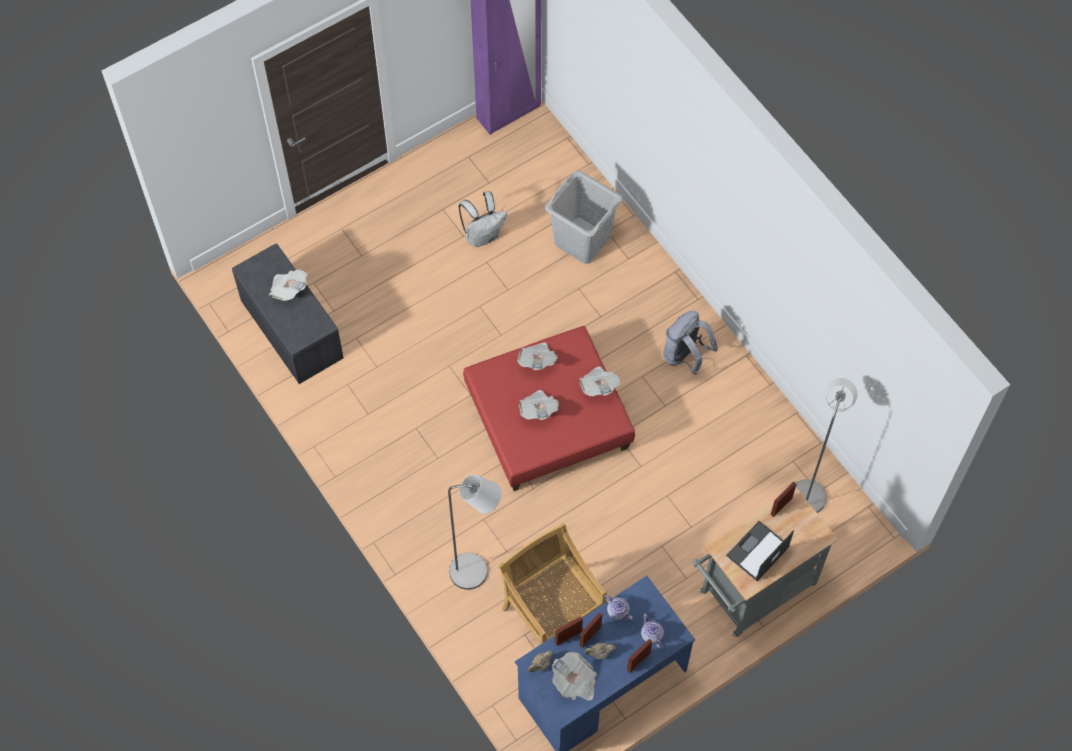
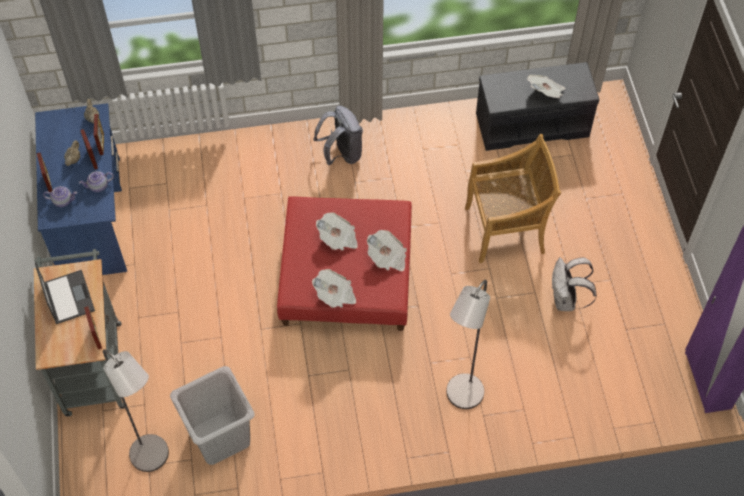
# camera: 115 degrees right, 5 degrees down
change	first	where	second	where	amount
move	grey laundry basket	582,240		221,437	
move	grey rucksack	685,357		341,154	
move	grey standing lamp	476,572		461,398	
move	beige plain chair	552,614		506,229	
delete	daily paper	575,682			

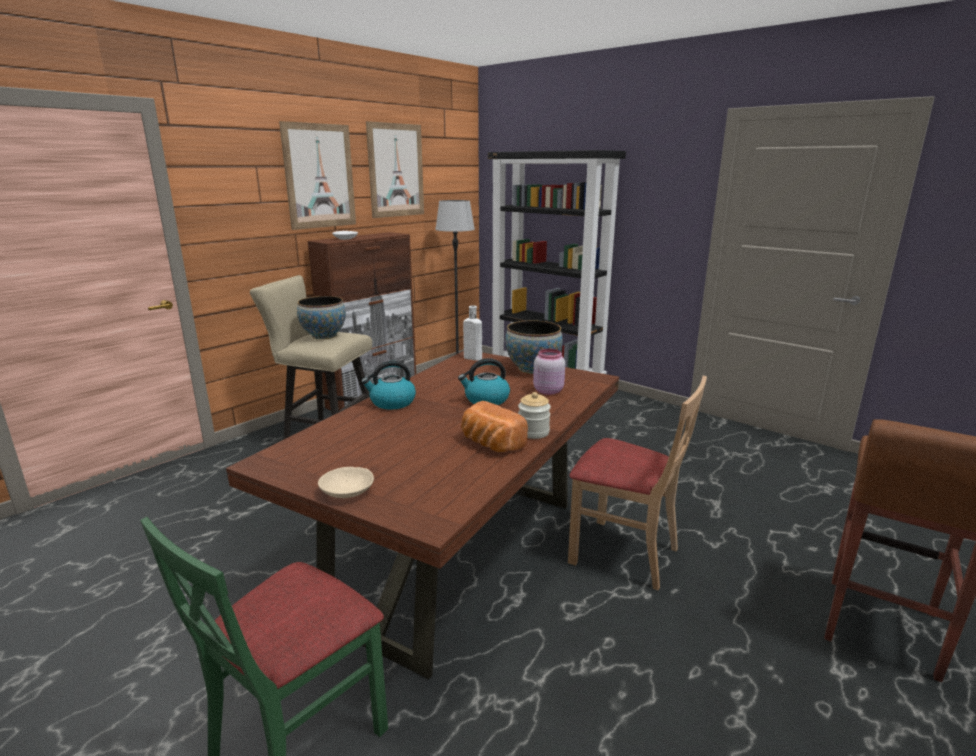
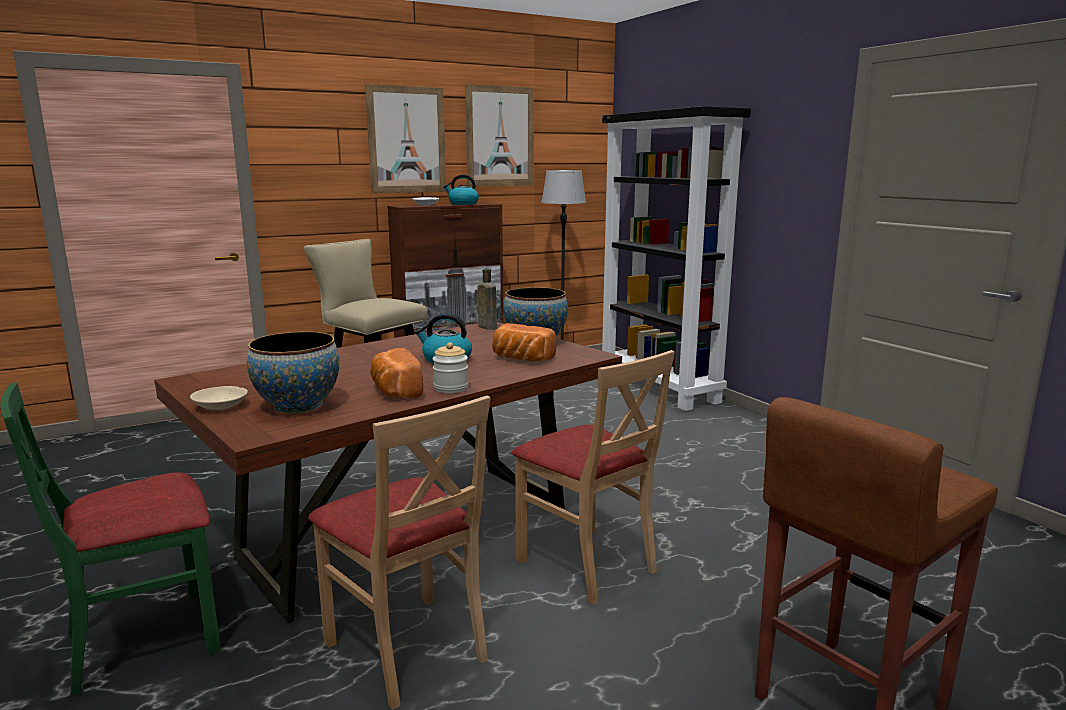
# camera: 20 degrees right, 5 degrees down
change	first	where	second	where	amount
move	serving bowl	324,336		298,406	
insert			beige plain chair	407,648	
move	water kettle	392,402		463,204	
recolor	whitish drink bottle	471,358	brown-coloured drink bottle	486,327	
replace	pink jar	547,391	baked bread	521,359	

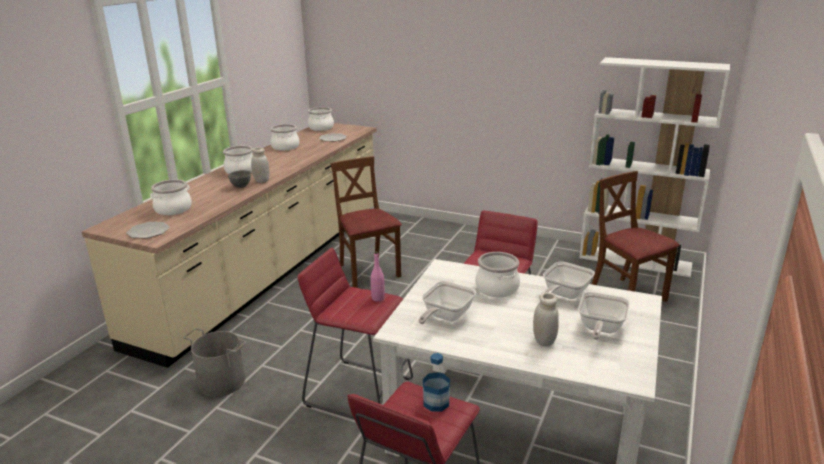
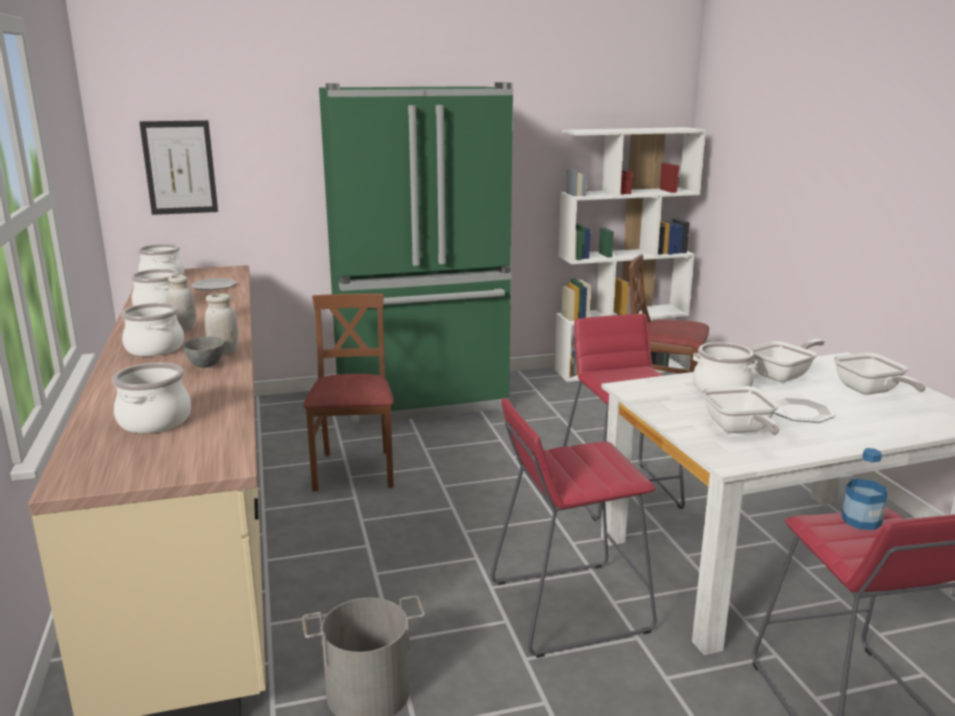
# camera: 40 degrees left, 5 degrees down
change	first	where	second	where	amount
insert			picture	180,167	
move	whitish jar	544,341		184,329	
rotate	brown-coloured plain chair	368,271		355,470	60 degrees clockwise
insert			greenish fridge	423,401	
rotate	skillet	564,294		784,375	120 degrees counterclockwise
move	plate	148,231		800,412	
delete	pink drink bottle	378,298			

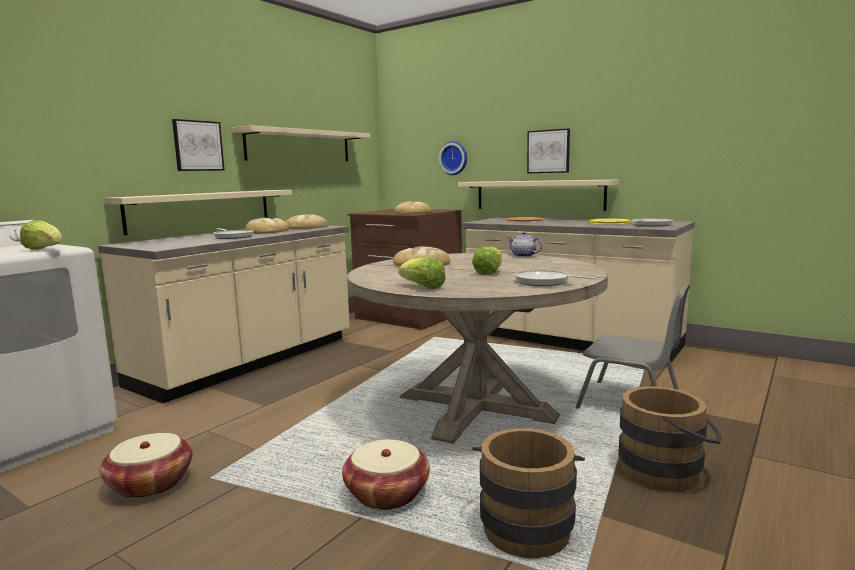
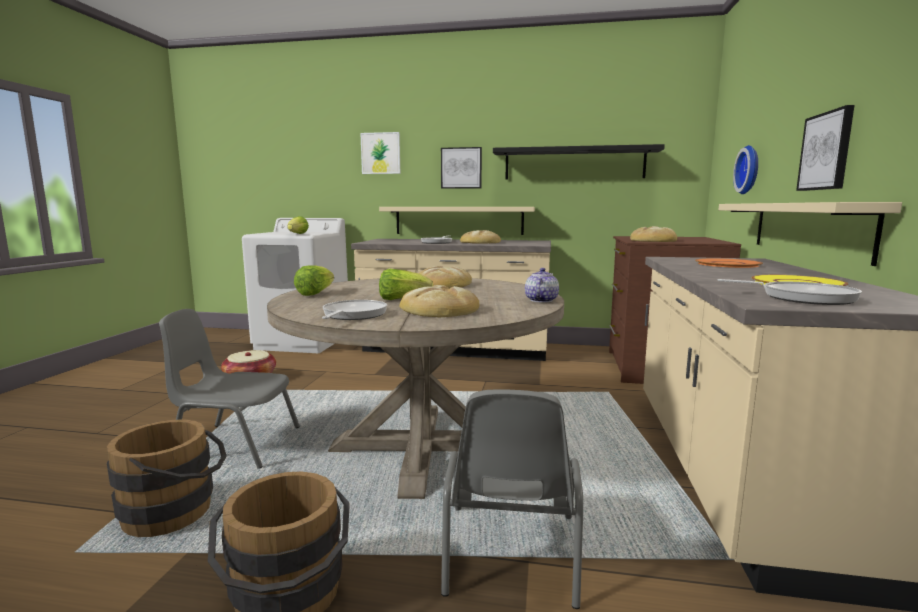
# camera: 65 degrees right, 0 degrees up
change	first	where	second	where	amount
replace	storage basket	387,494	grey plain chair	235,444	
insert			picture	380,153	
move	baked bread	307,227		439,309	
recolor	beige wall shelf	300,146	blackish wall shelf	574,164	

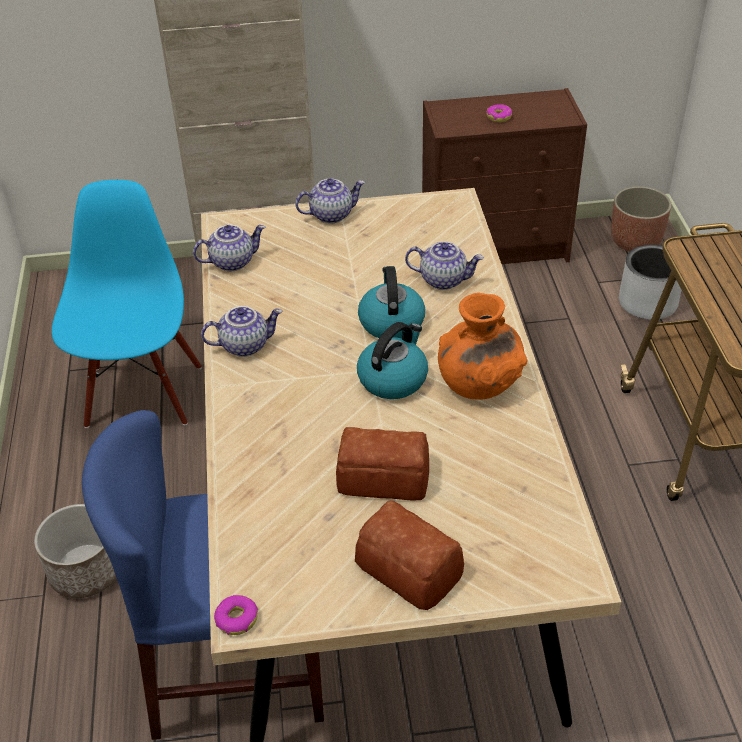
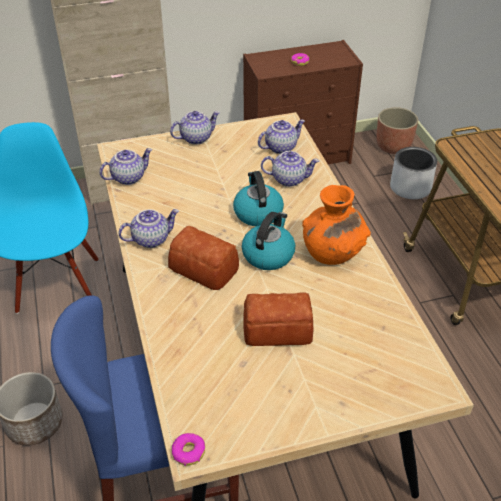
# camera: 10 degrees left, 0 degrees up
change	first	where	second	where	amount
move	baked bread	408,565		203,267	
insert			tea pot	280,147	

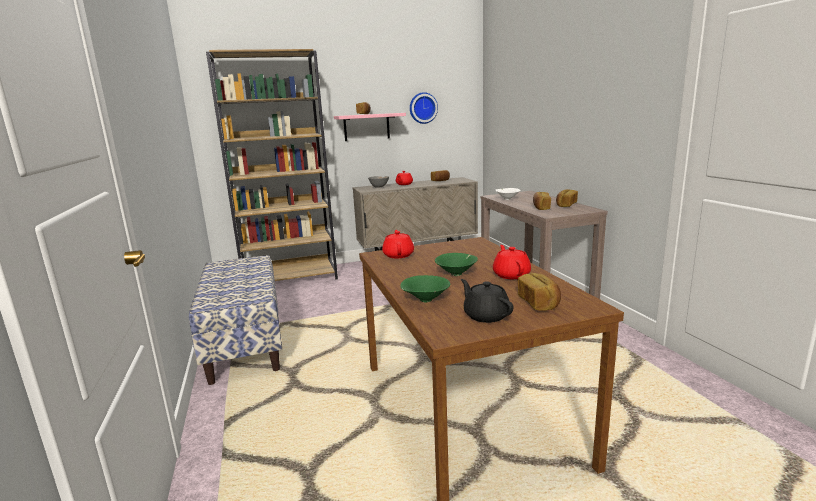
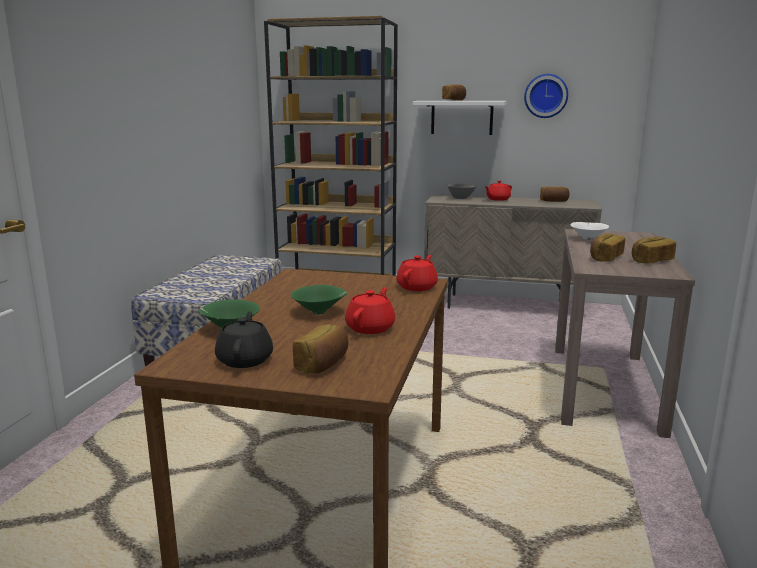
# camera: 30 degrees right, 0 degrees up
change	first	where	second	where	amount
move	red-coloured tea pot	398,255		417,287	
recolor	pink wall shelf	366,127	whitish wall shelf	462,117	

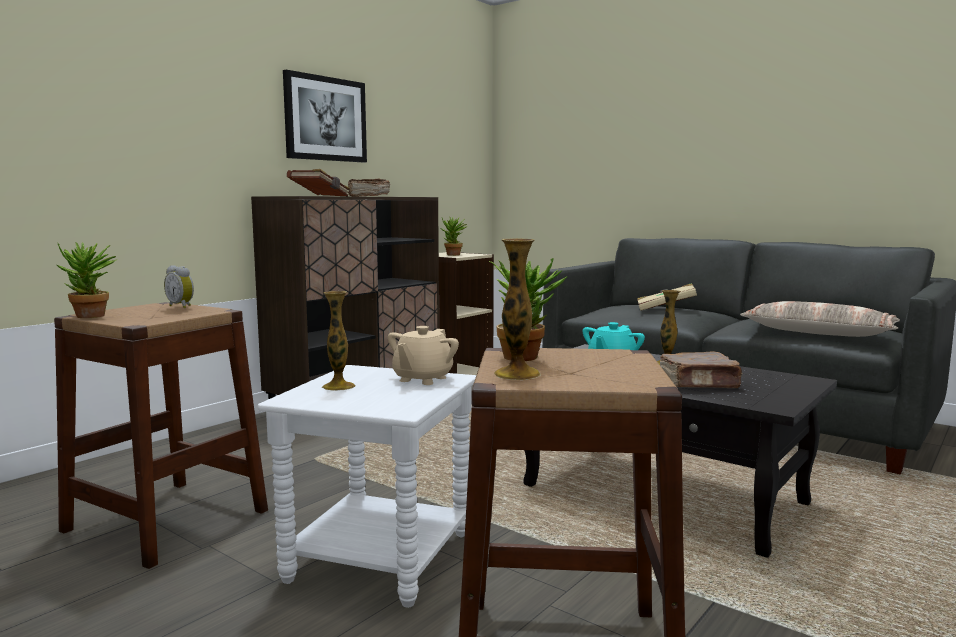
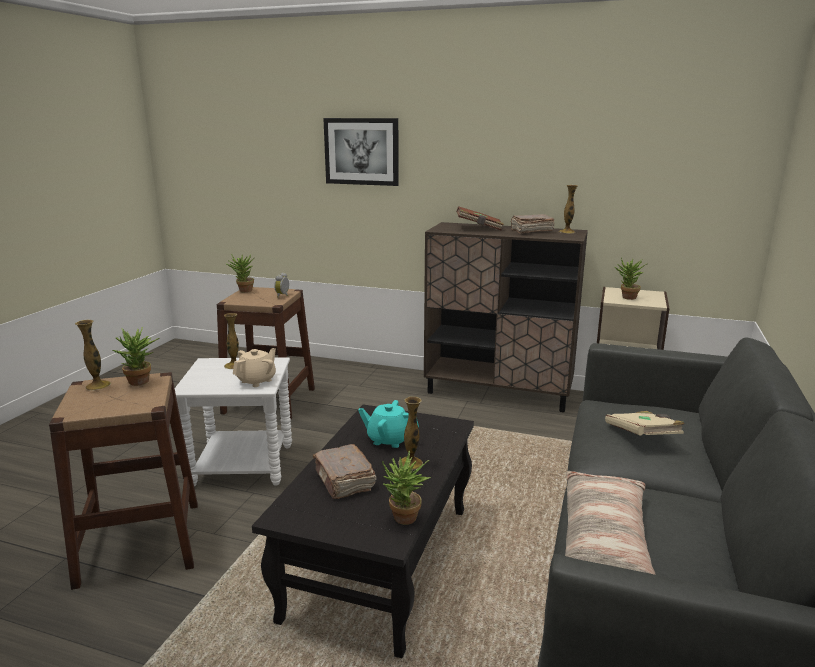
# camera: 70 degrees right, 10 degrees up
change	first	where	second	where	amount
rotate	beige tea pot	422,379		257,381	120 degrees clockwise
move	picture	325,119		361,151	
insert			potted plant	404,521	
insert			vase	566,232	

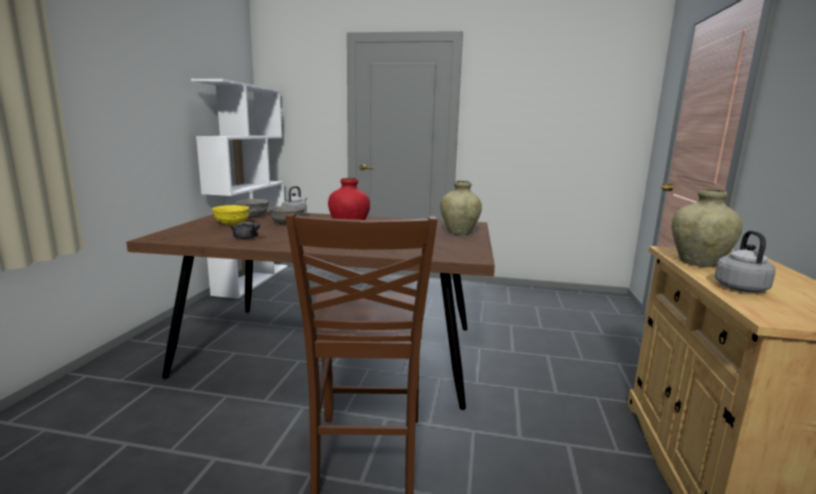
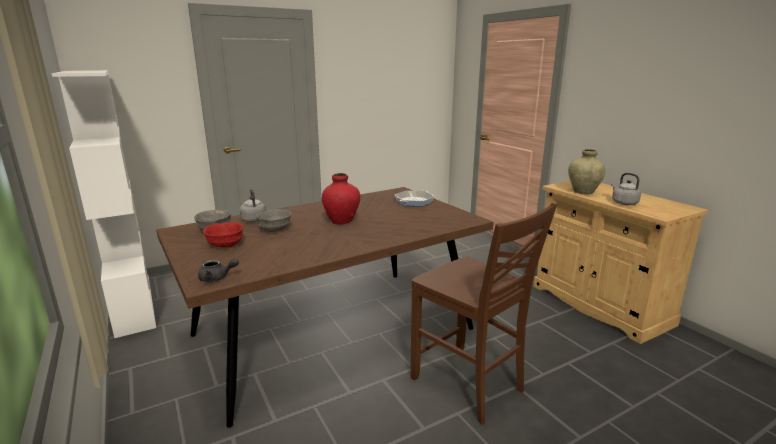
# camera: 40 degrees left, 5 degrees up
change	first	where	second	where	amount
move	grey tea pot	247,238		217,278	
recolor	yellow serving bowl	232,224	red-coloured serving bowl	225,245	
replace	beige vase	459,233	skillet	414,201	

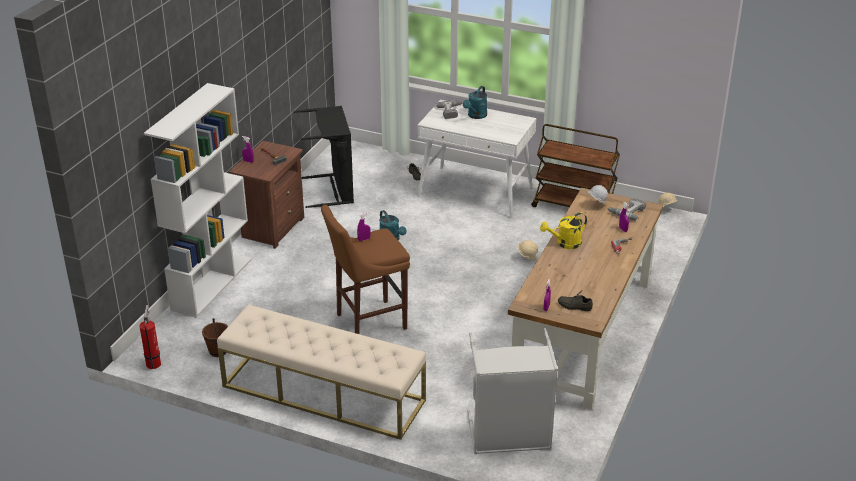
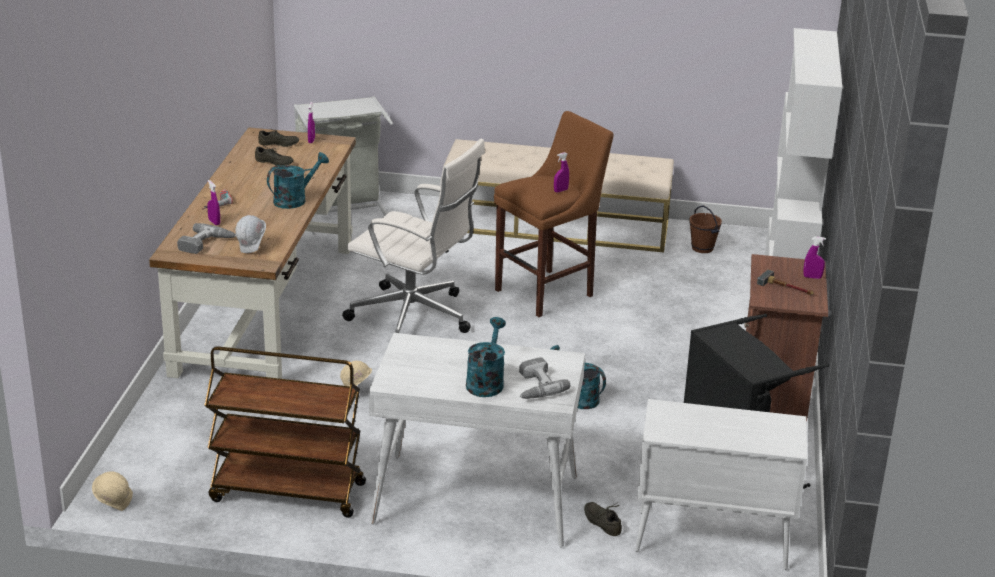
# camera: 165 degrees right, 5 degrees down
change	first	where	second	where	amount
insert			grey shoe	273,163	
recolor	yellow watering pot	565,244	turquoise watering pot	295,199	
insert			whitish desk chair	414,317	
insert			whitish cabinet	710,540	
delete	fire extinguisher	153,363			

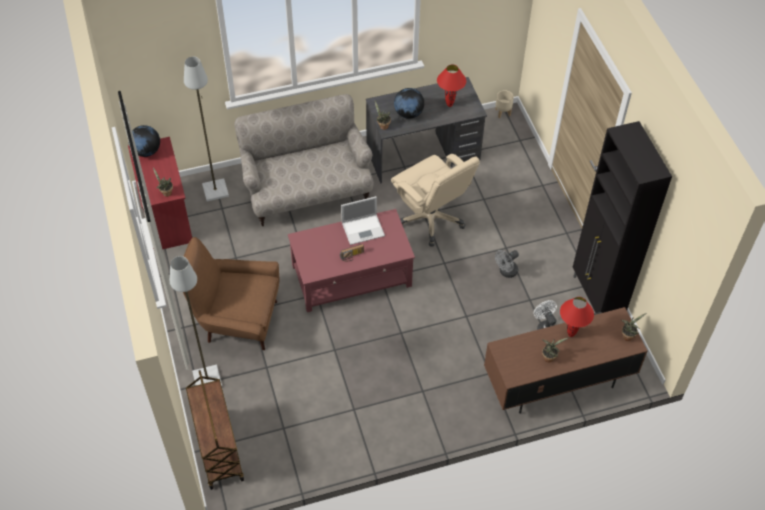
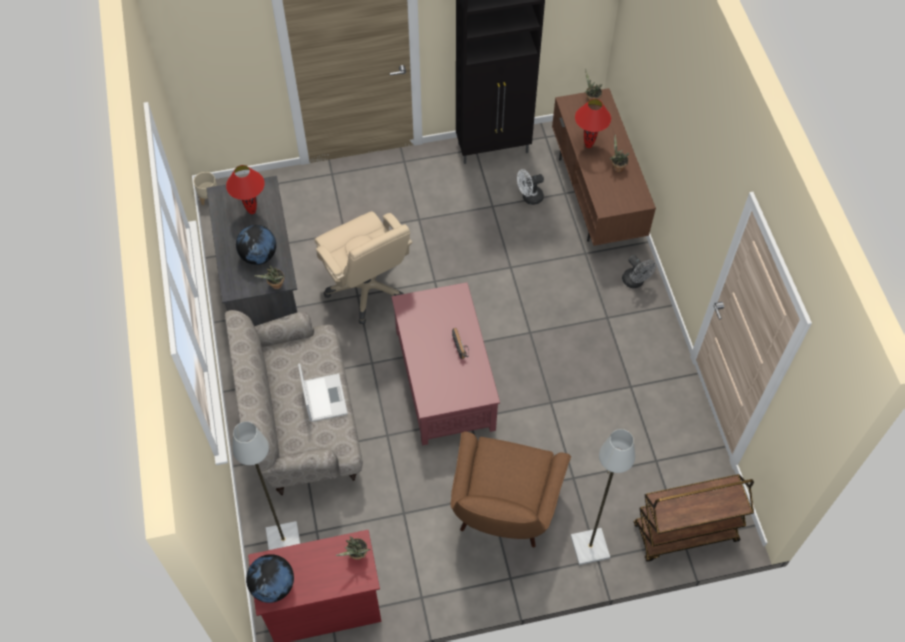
# camera: 85 degrees left, 5 degrees up
change	first	where	second	where	amount
move	laptop	364,229		324,397	
rotate	beige desk chair	431,219		367,288	90 degrees clockwise
move	grey cooling fan	506,272		635,282	

